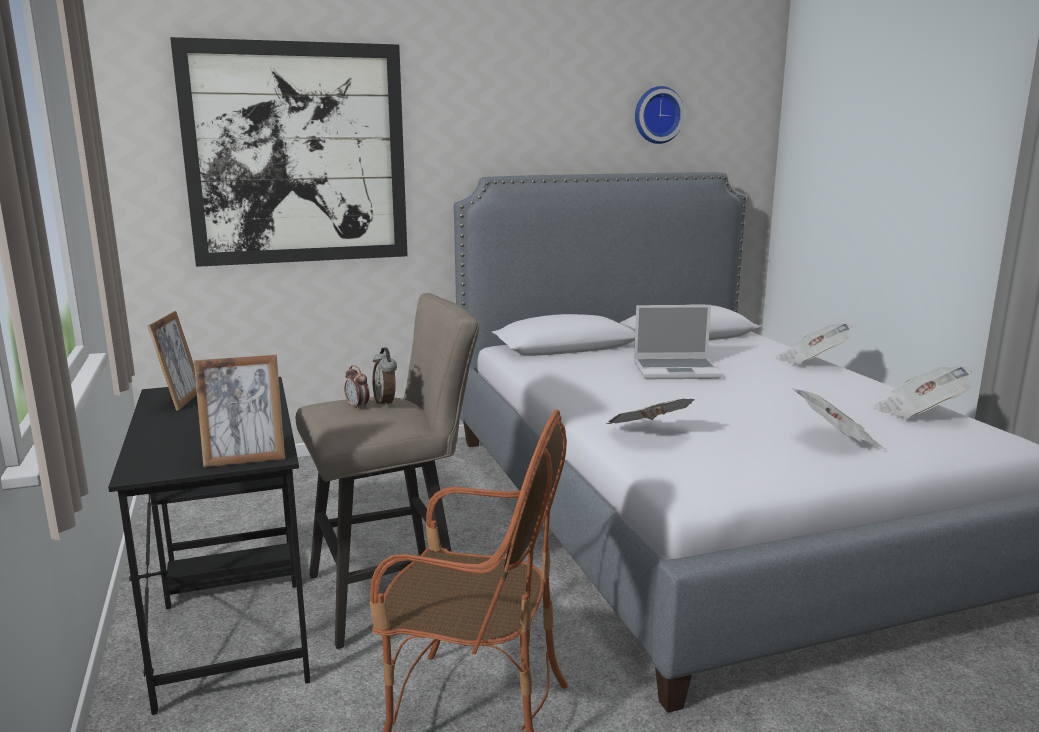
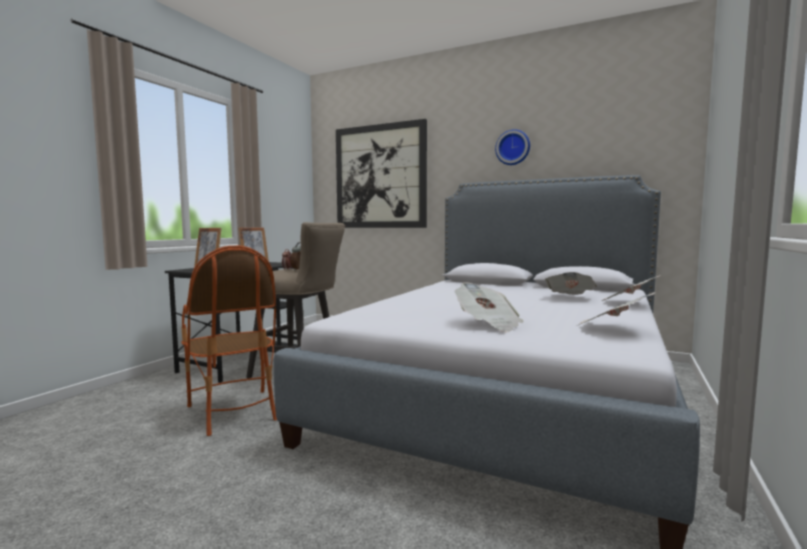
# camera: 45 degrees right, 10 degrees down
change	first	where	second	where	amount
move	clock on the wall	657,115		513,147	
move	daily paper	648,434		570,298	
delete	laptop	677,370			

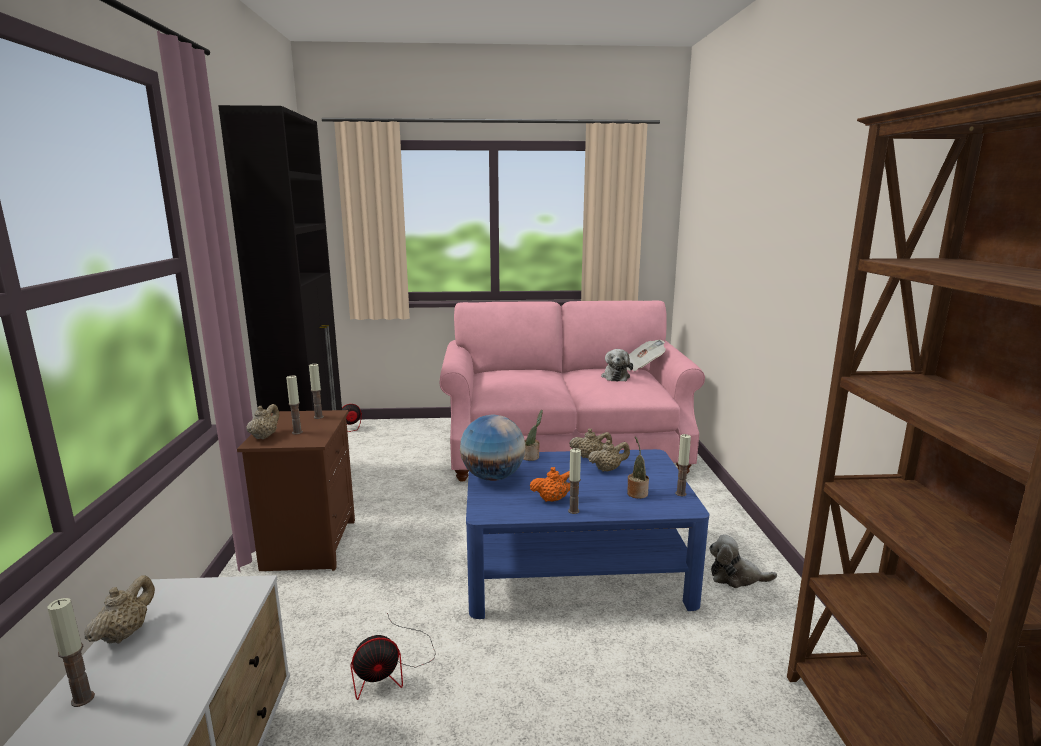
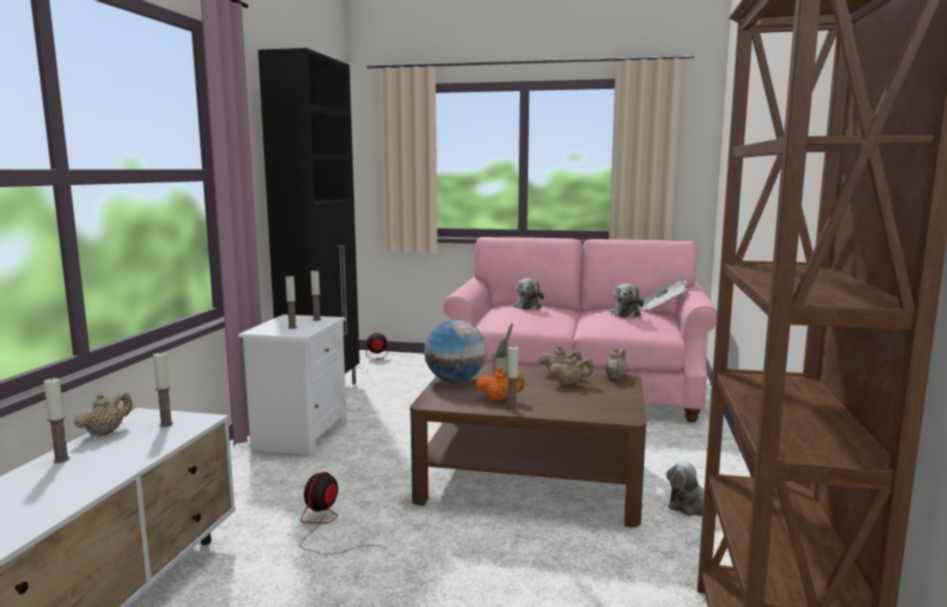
# camera: 15 degrees right, 5 degrees down
change	first	where	second	where	amount
move	candle	680,493		166,424	
recolor	brown-coloured nightstand	309,544	whitish nightstand	300,436	
rotate	cooling fan	391,668		326,527	120 degrees clockwise
recolor	bluish low table	575,566	brown-coloured low table	531,479	
insert			cuddly toy	527,307	
move	beige tea pot	264,436		615,377	
delete	potted plant	637,493			

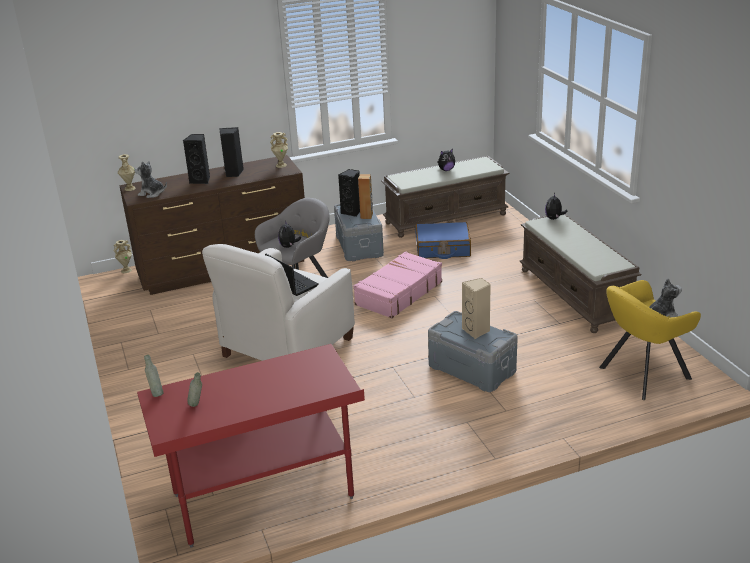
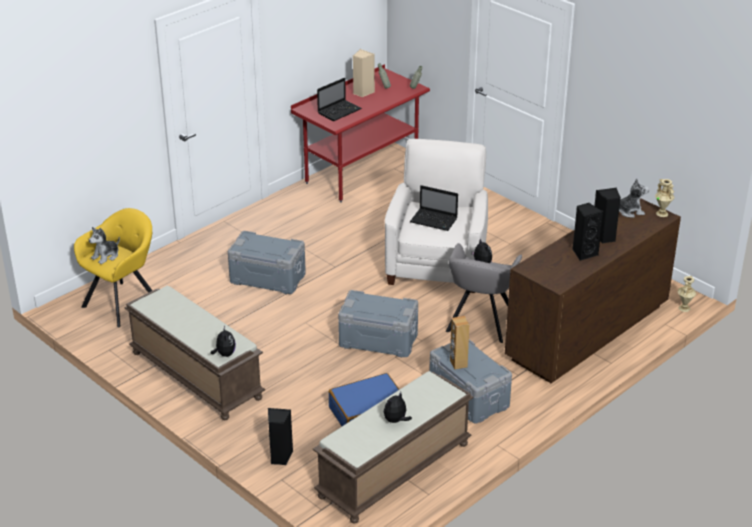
# camera: 155 degrees right, 5 degrees up
change	first	where	second	where	amount
move	blackish speaker	352,212		280,457	
insert			laptop	340,111	
replace	pink travel case	398,293	grey storage bin	378,339	
move	beige speaker	476,331		362,92	
delete	beige vase	281,165			

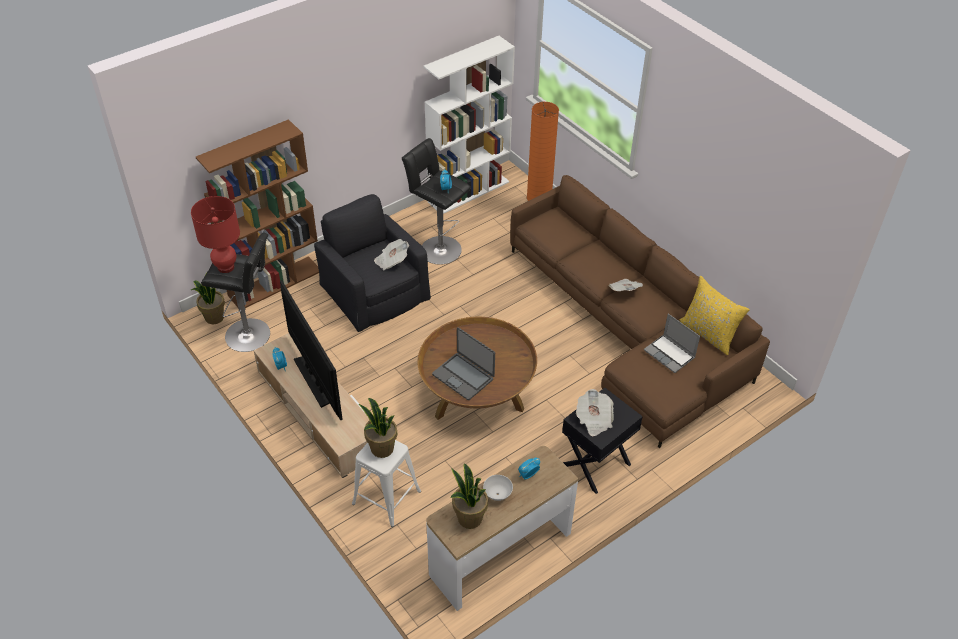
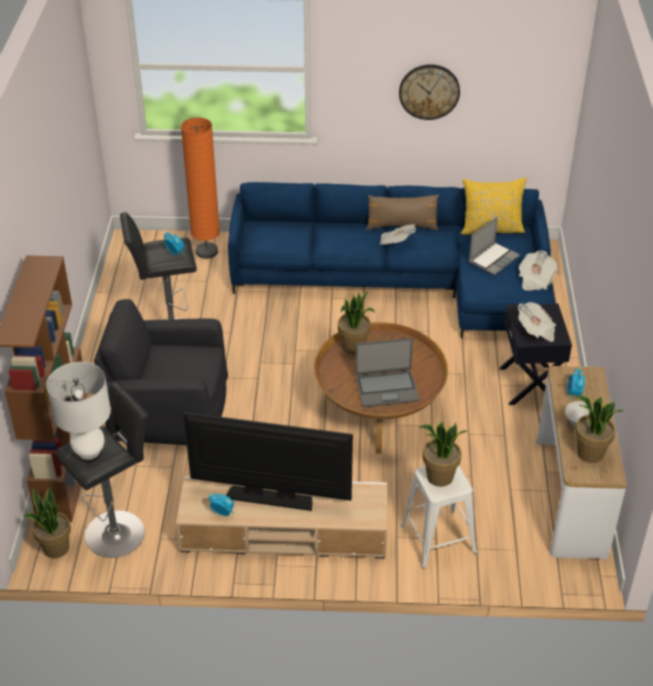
# camera: 50 degrees left, 5 degrees down
change	first	where	second	where	amount
recolor	red-coloured tabletop lamp	225,267	whitish tabletop lamp	89,454	
recolor	brown-coloured couch	628,328	bluish couch	404,281	
insert			potted plant	354,347	
insert			brown-coloured pillow	401,226	
insert			clock on the wall	429,91	
rotate	laptop	670,354		493,259	45 degrees counterclockwise
move	daily paper	391,261		535,280	
delete	whitish bookshelf	469,191			

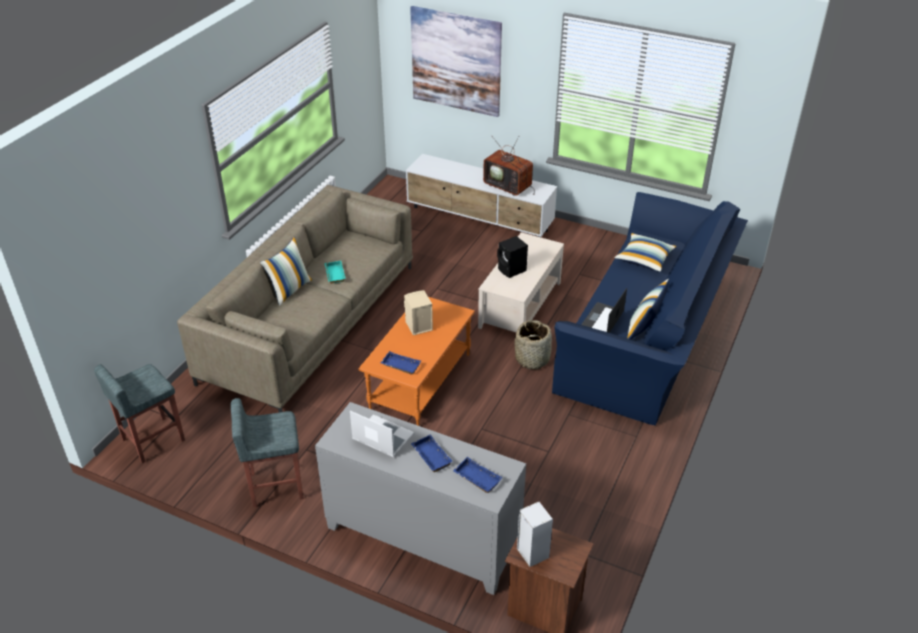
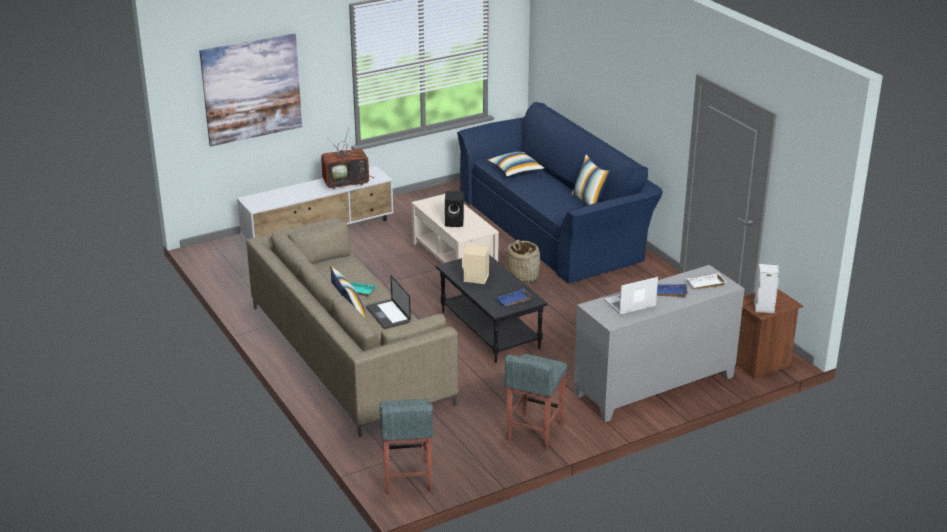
# camera: 55 degrees left, 10 degrees down
change	first	where	second	where	amount
move	laptop	601,321		388,315	
recolor	orange-coloured low table	419,381	blackish low table	489,330	
recolor	bluish serving tray	476,478	whitish serving tray	706,285	

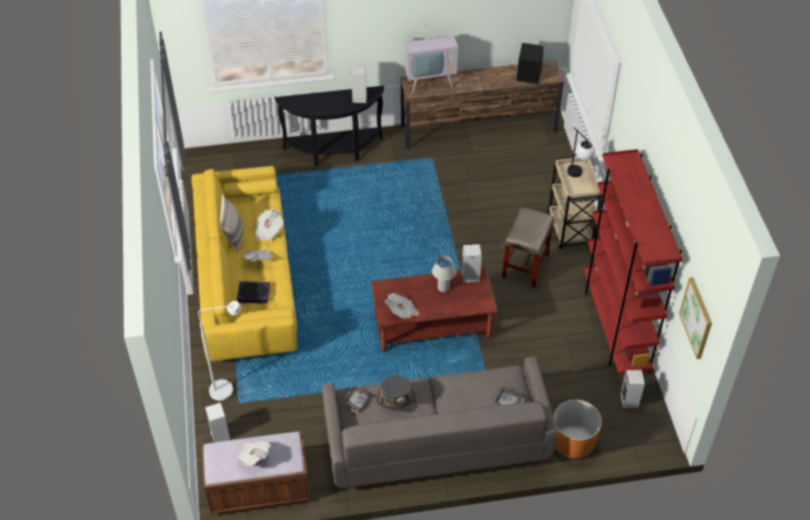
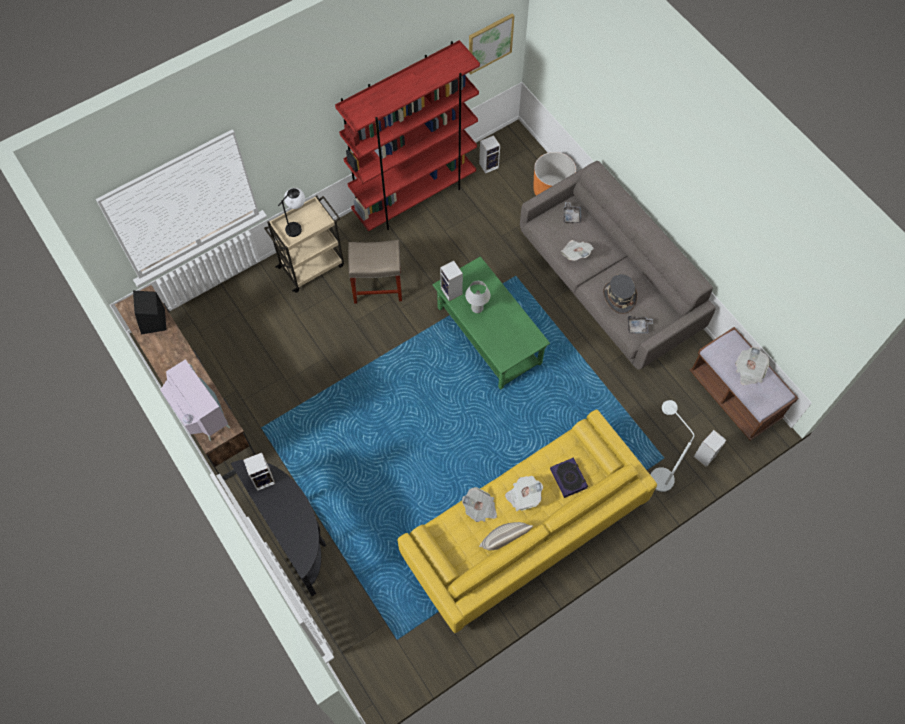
# camera: 115 degrees left, 15 degrees up
change	first	where	second	where	amount
recolor	brown-coloured low table	432,325	greenish low table	489,336	
move	daily paper	402,312		575,254	

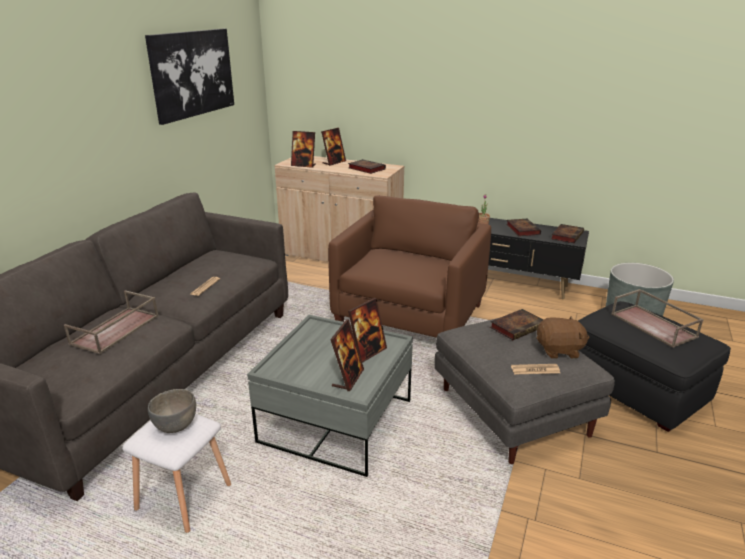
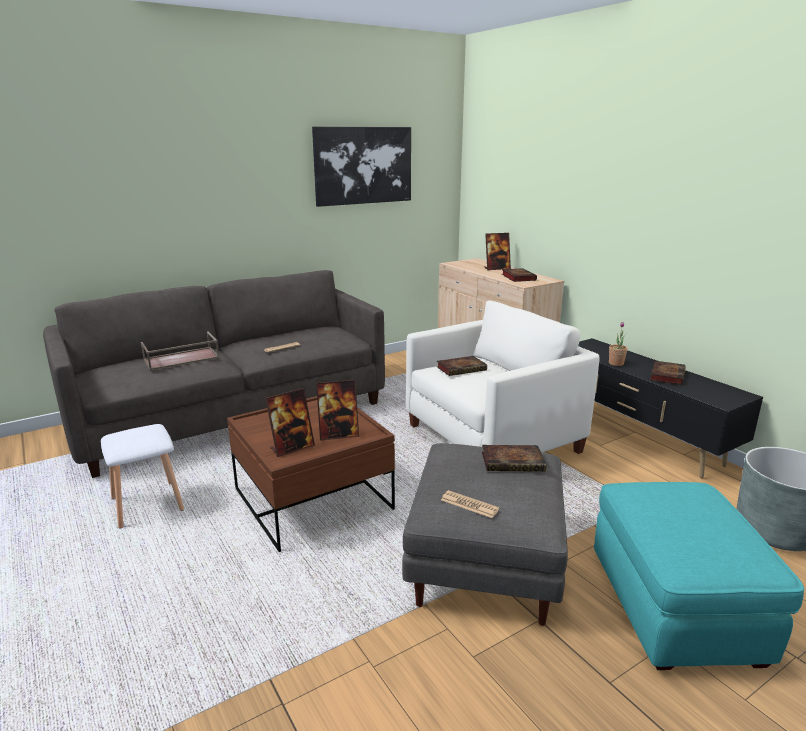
# camera: 35 degrees right, 5 degrees down
change	first	where	second	where	amount
recolor	grey low table	336,421	brown-coloured low table	312,499	
recolor	brown-coloured lounge chair	409,315	whitish lounge chair	492,438	
move	book	567,235		462,368	
recolor	blackish footrest	635,389	turquoise footrest	673,606	
delete	grey serving bowl	176,426			
delete	standing frame	303,165			
delete	brown-coloured cuddly toy	559,351			
delete	brown-coloured serving tray	654,325			

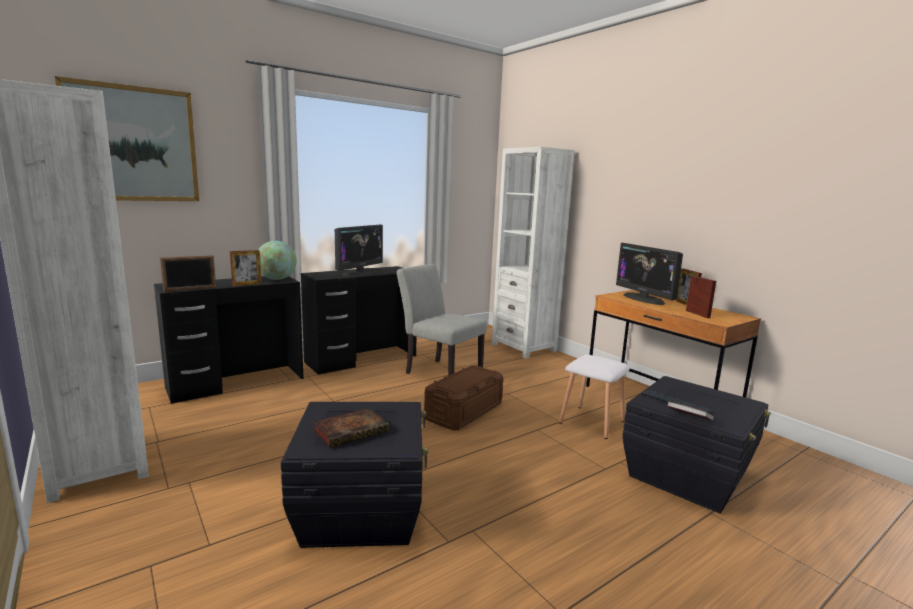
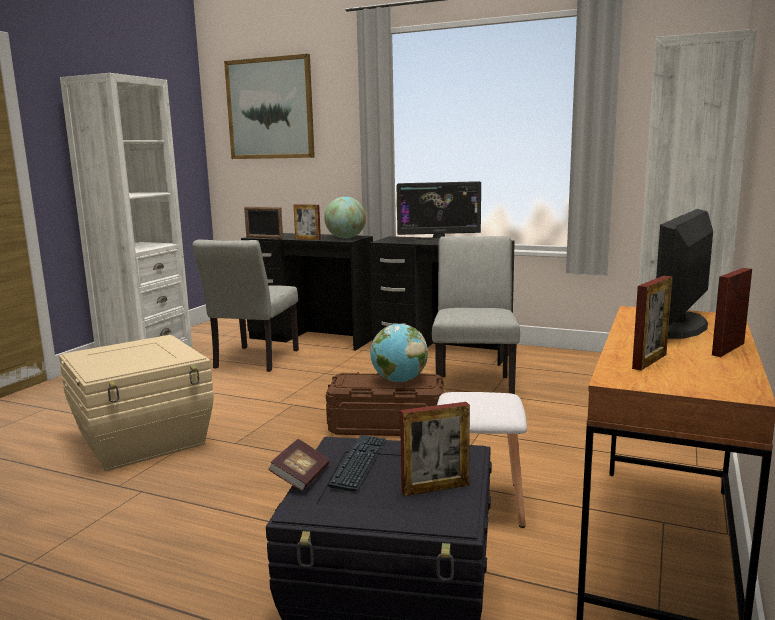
# camera: 60 degrees right, 0 degrees up
change	first	where	second	where	amount
recolor	blackish storage bin	361,511	beige storage bin	144,441	
insert			grey plain chair	253,361	
insert			desk globe	399,381	
insert			standing frame	435,488	
delete	book	352,431			

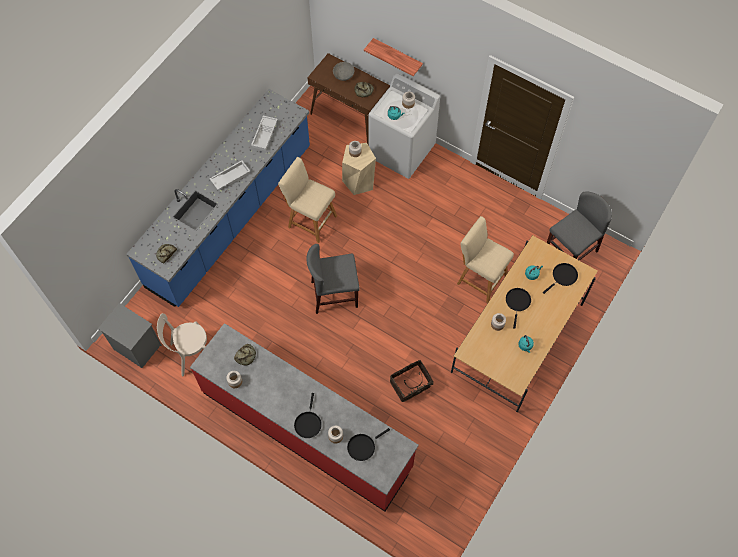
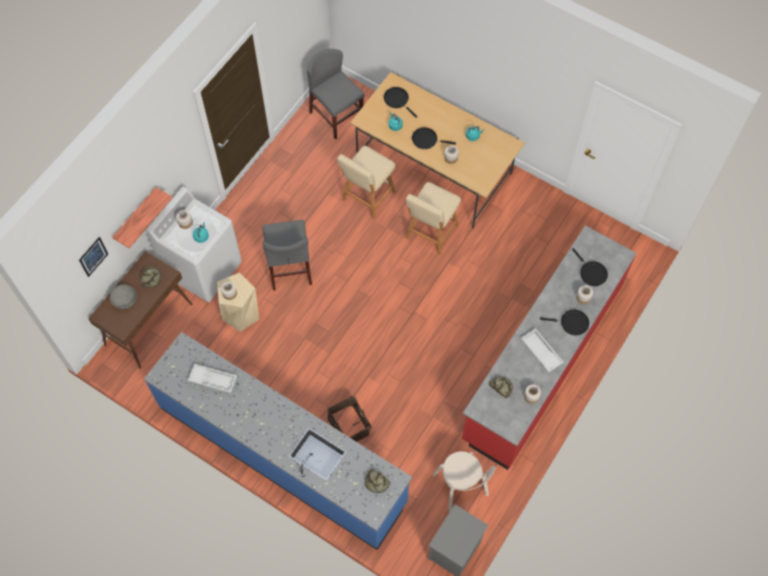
# camera: 90 degrees left, 0 degrees up
change	first	where	second	where	amount
insert			picture	93,256	
move	grey plain chair	334,294		289,267	
move	storage basket	411,385		349,425	
move	beige stool	310,220		430,234	
move	whitish serving tray	230,176		540,352	

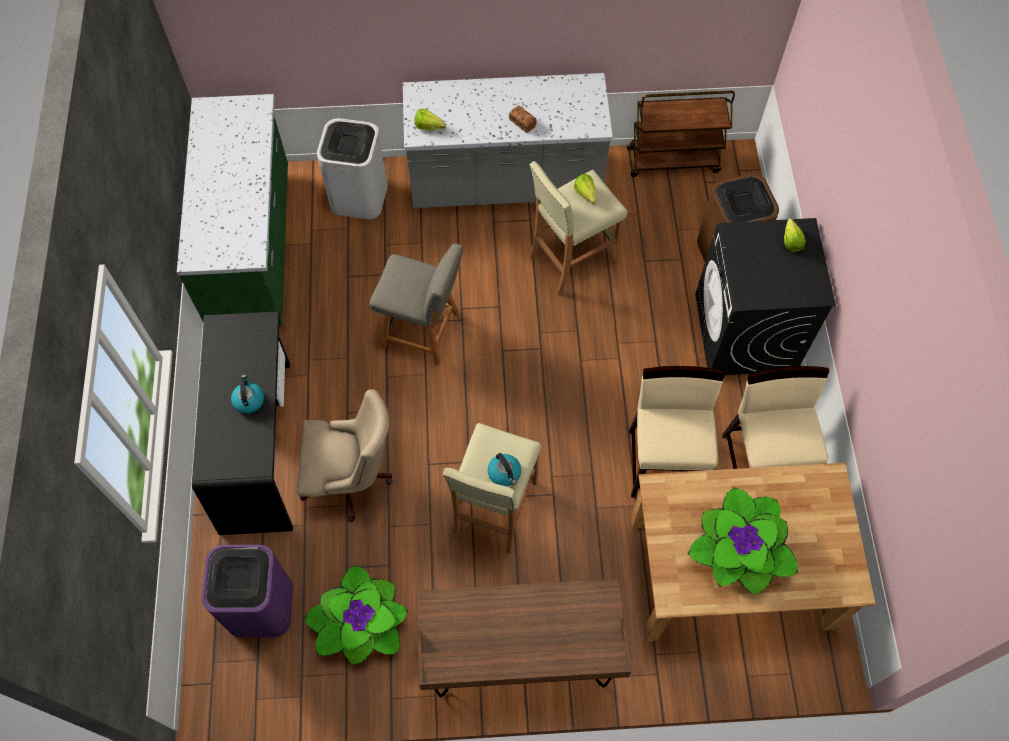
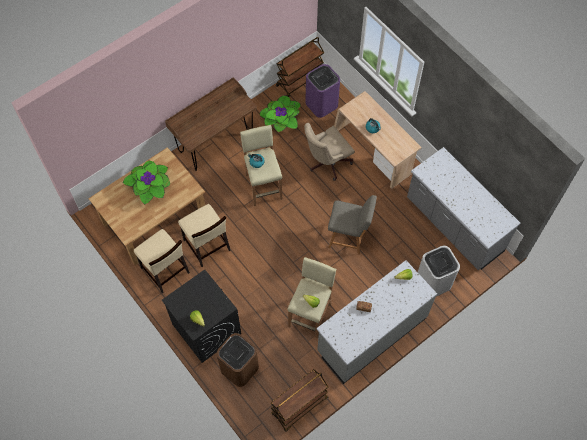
# camera: 145 degrees right, 0 degrees up
change	first	where	second	where	amount
insert			brown-coloured trolley	299,80	
rotate	grey plain chair	423,331		349,237	150 degrees counterclockwise
recolor	blackish desk unit	260,445	beige desk unit	373,152	
recolor	greenish counter	254,250	grey counter	453,226	

